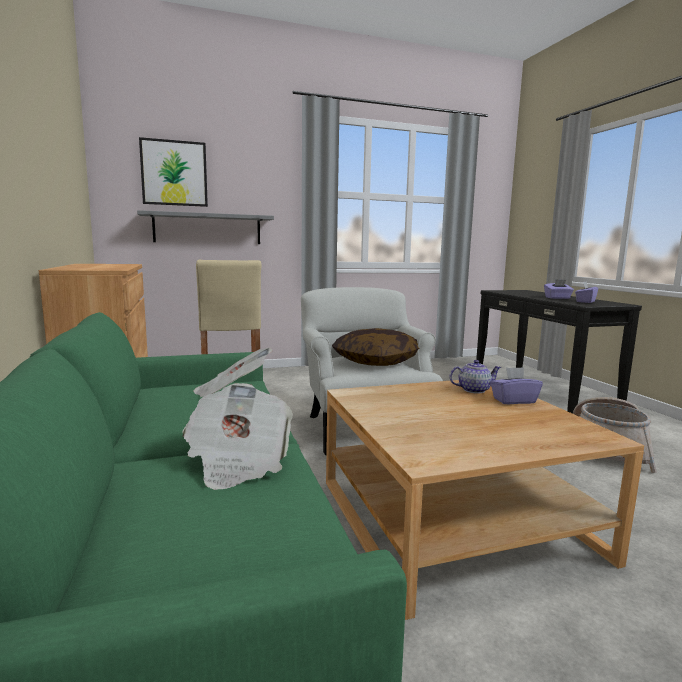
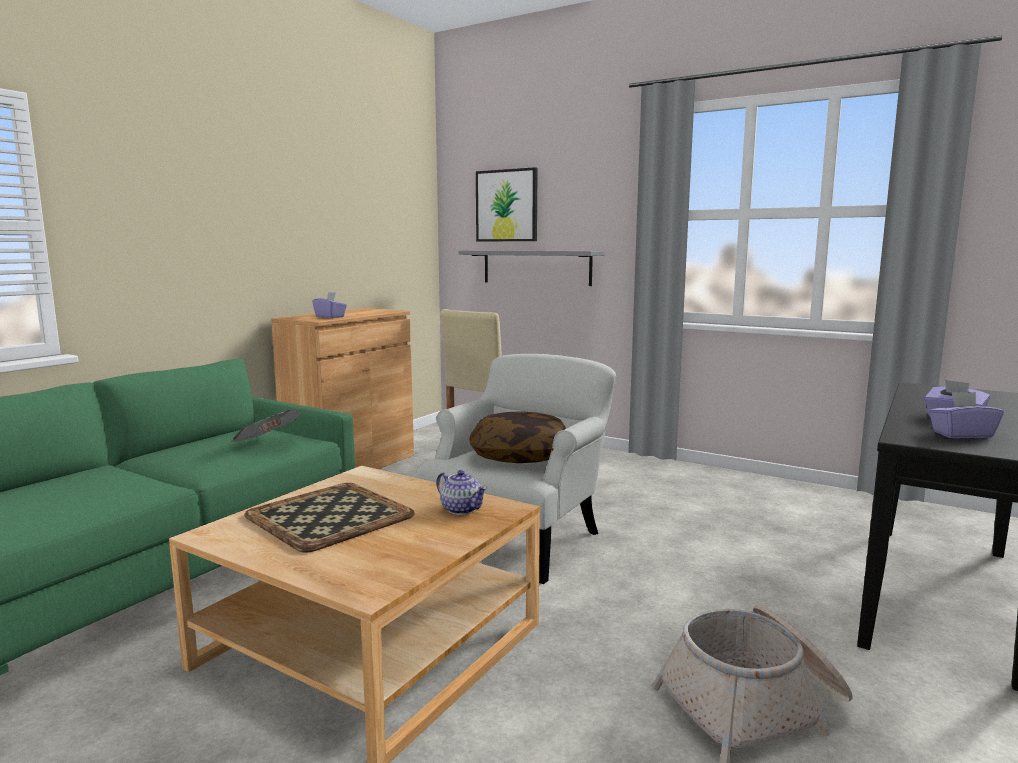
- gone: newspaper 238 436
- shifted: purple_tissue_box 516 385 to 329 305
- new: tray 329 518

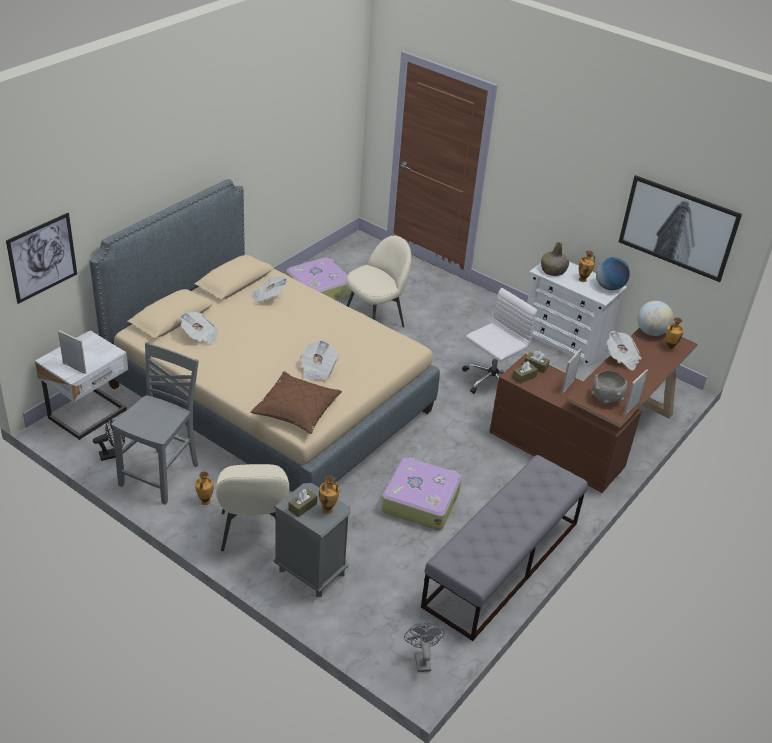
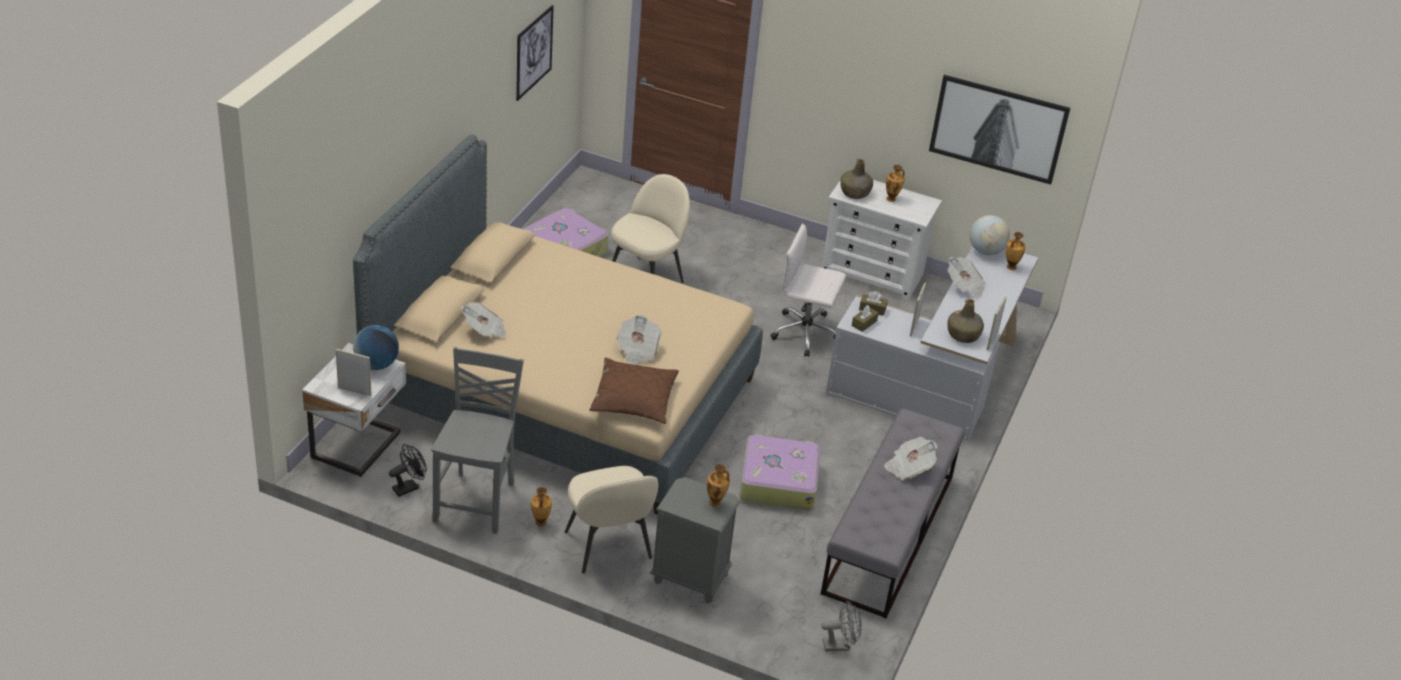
- shifted: picture 41 258 to 535 53
- shifted: newspaper 269 289 to 911 459
- gone: brown_tissue_box 303 503
- rotated: grey_fan 424 647 = 841 625 105 degrees clockwise
- rotated: white_office_chair 499 341 = 808 290 105 degrees counterclockwise
- repainted: brown_desk 593 410 to white_desk 932 343
- swapped: grey_bowl 609 387 to green_bottle 965 321
- shifted: globe 613 273 to 376 347

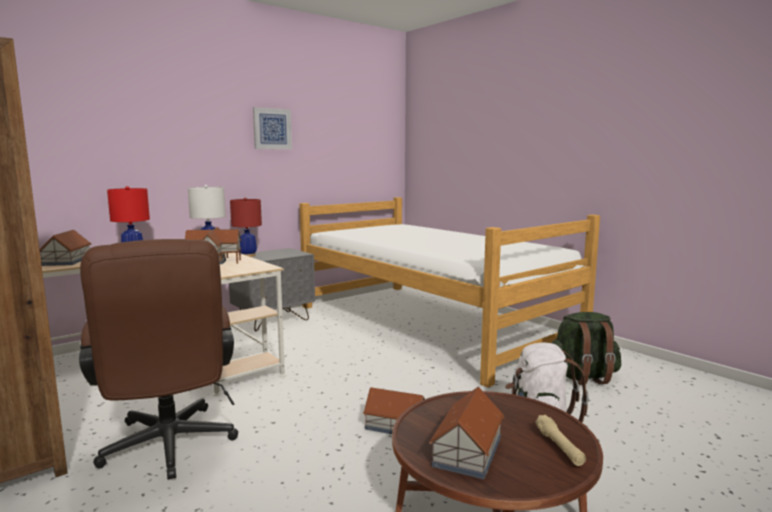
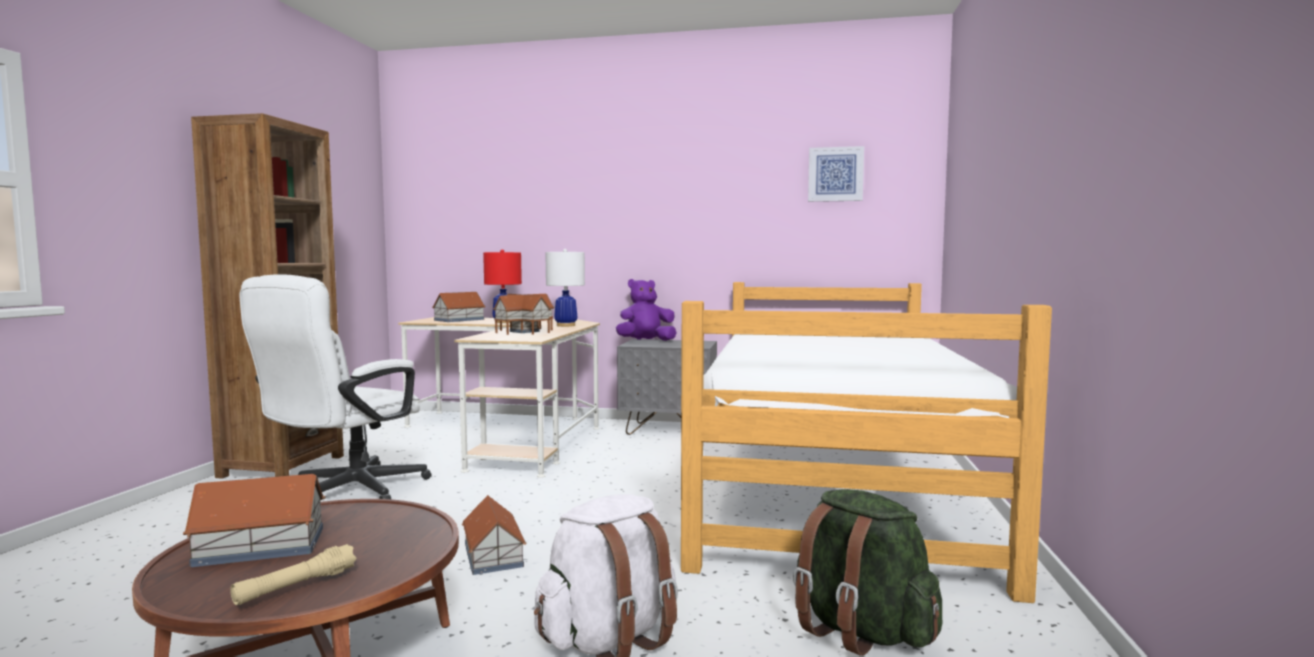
- repainted: brown_office_chair 158 359 to white_office_chair 335 386
- swapped: red_table_lamp 246 227 to purple_plush_toy 646 310
- shifted: picture 272 128 to 836 174

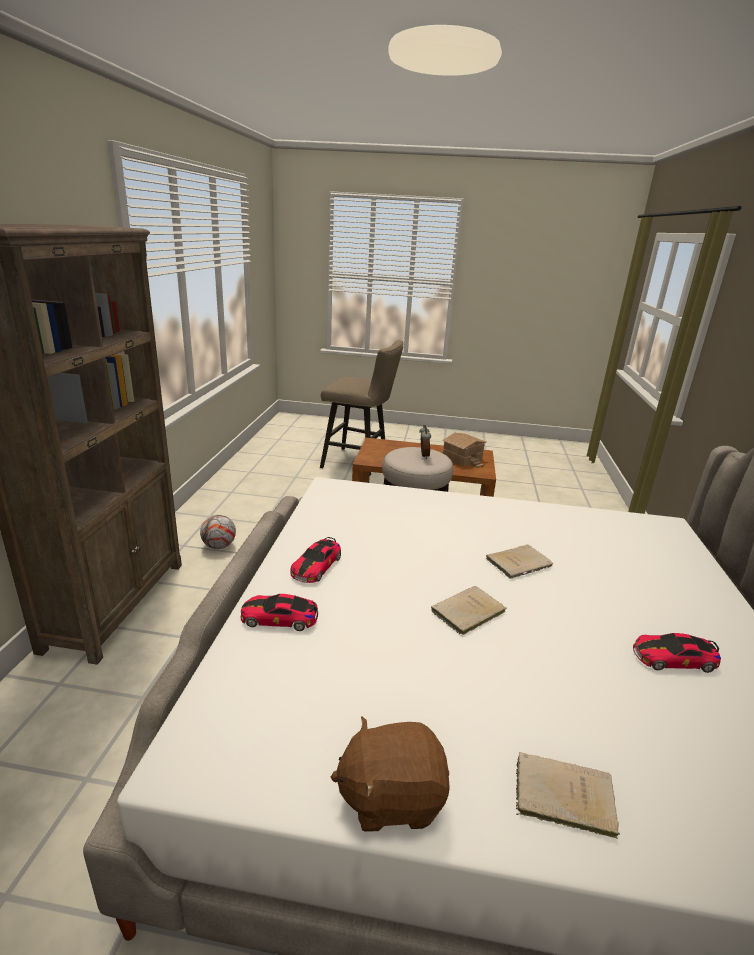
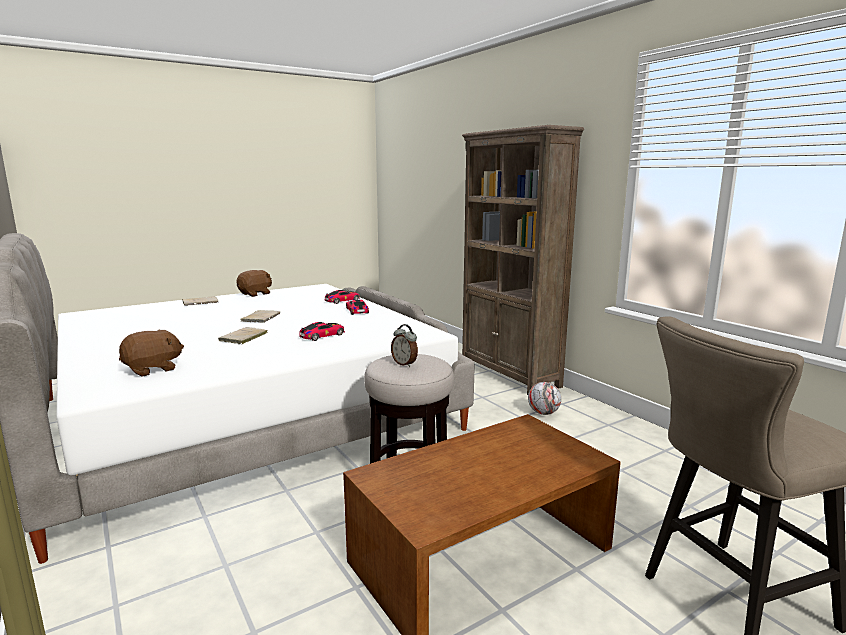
- gone: toy_house 464 450
- shifted: toy_car 677 653 to 322 331
- new: brown_plush_toy 151 353

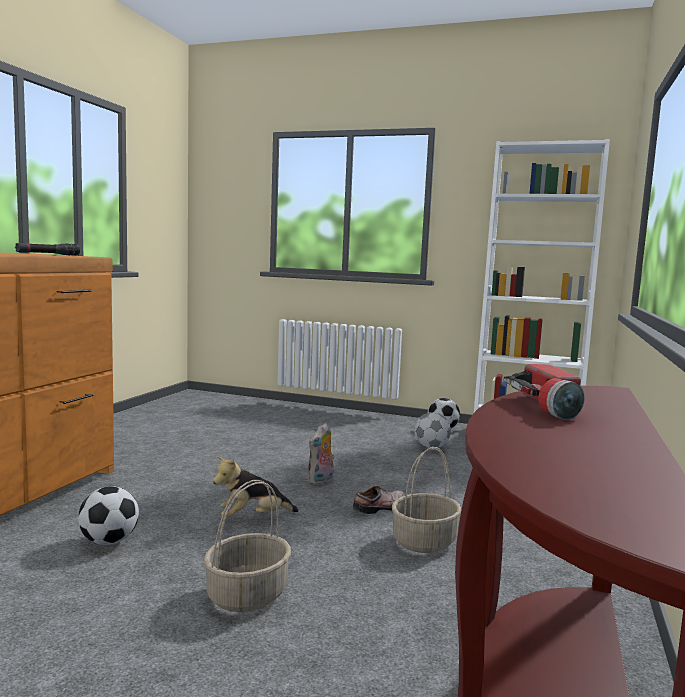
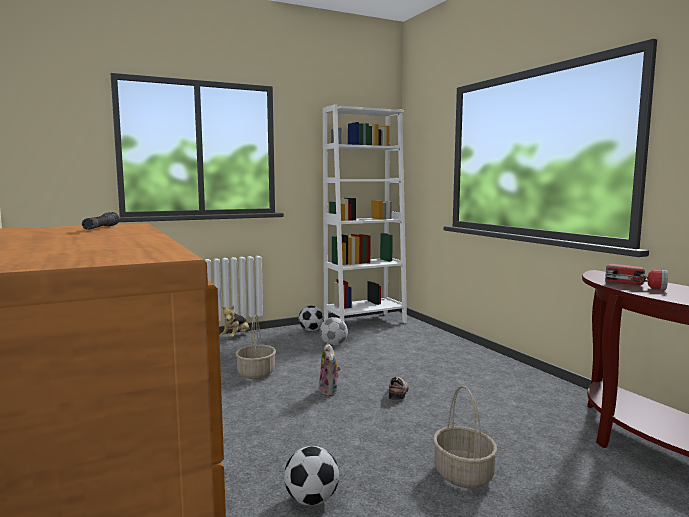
- shifted: plush_toy 255 486 to 235 321
- shifted: basket 426 500 to 255 347

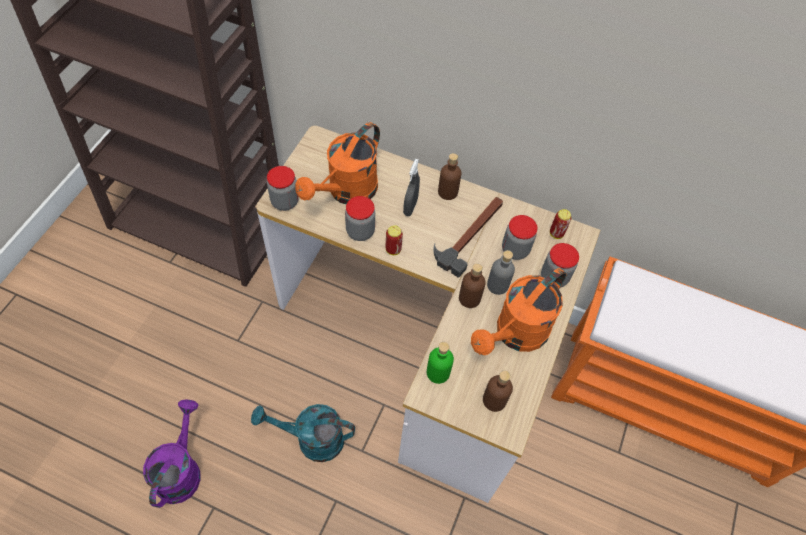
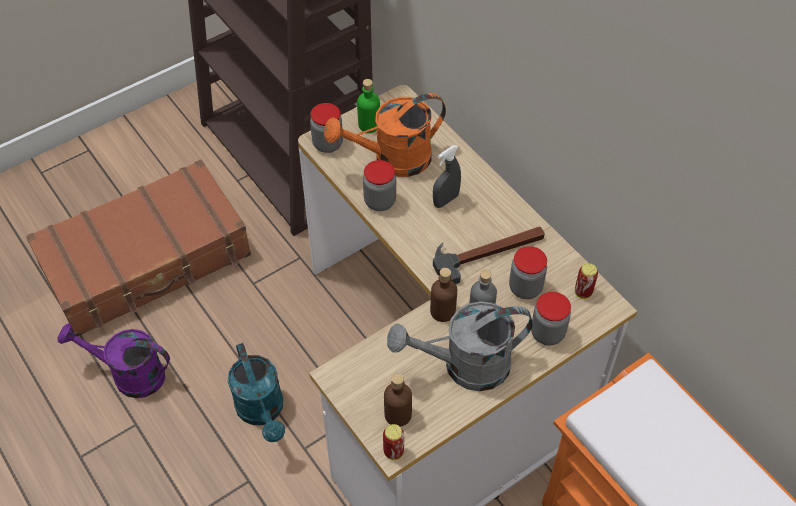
- rotated: purple_watering_can 172 453 = 113 361 120 degrees counterclockwise
- rotated: turquoise_watering_can 303 433 = 256 392 150 degrees counterclockwise
- shifted: can 394 240 to 393 442
- shifted: green_bottle 440 363 to 368 106
- gone: brown_bottle 450 176
- repainted: orange_watering_can 518 311 to grey_watering_can 460 346
- new: brown_suitcase 138 248

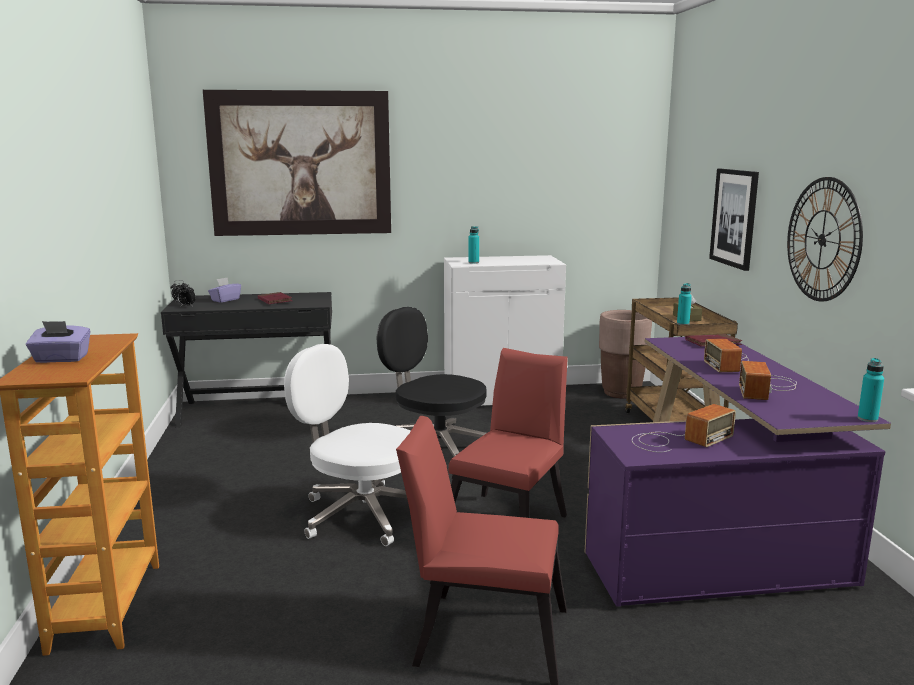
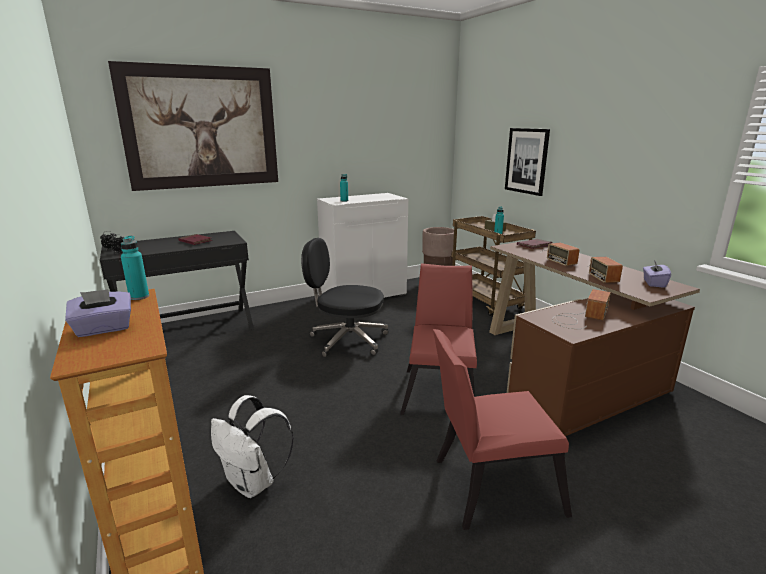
- shifted: purple_tissue_box 224 290 to 657 274
- gone: white_office_chair 347 445
- repainted: purple_desk 738 472 to brown_desk 594 339
- gone: wall_clock 825 239
- shifted: turquoise_bottle 870 390 to 135 268
- new: white_backpack 252 446

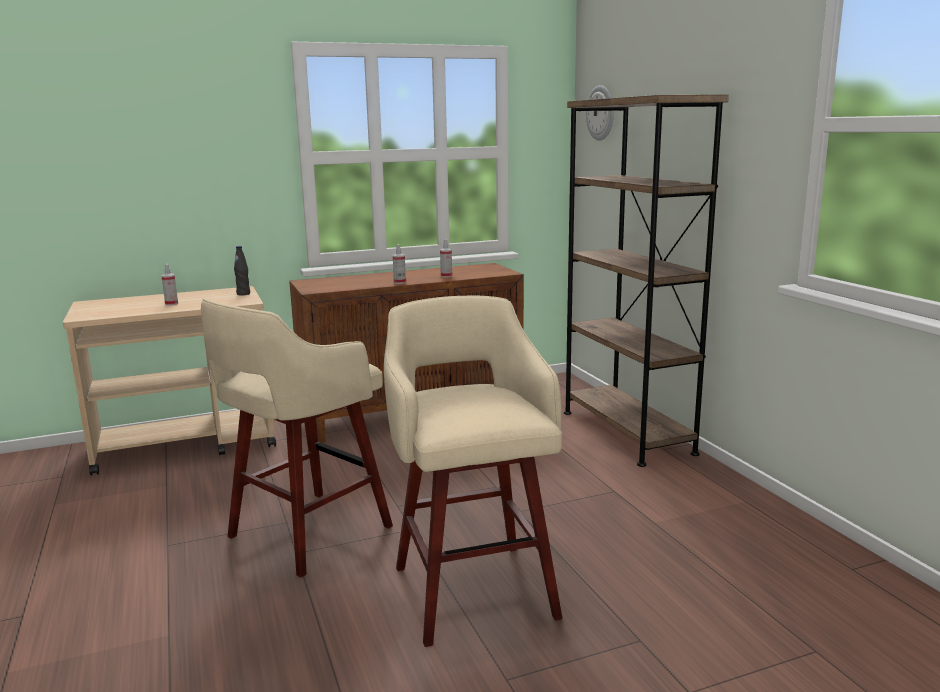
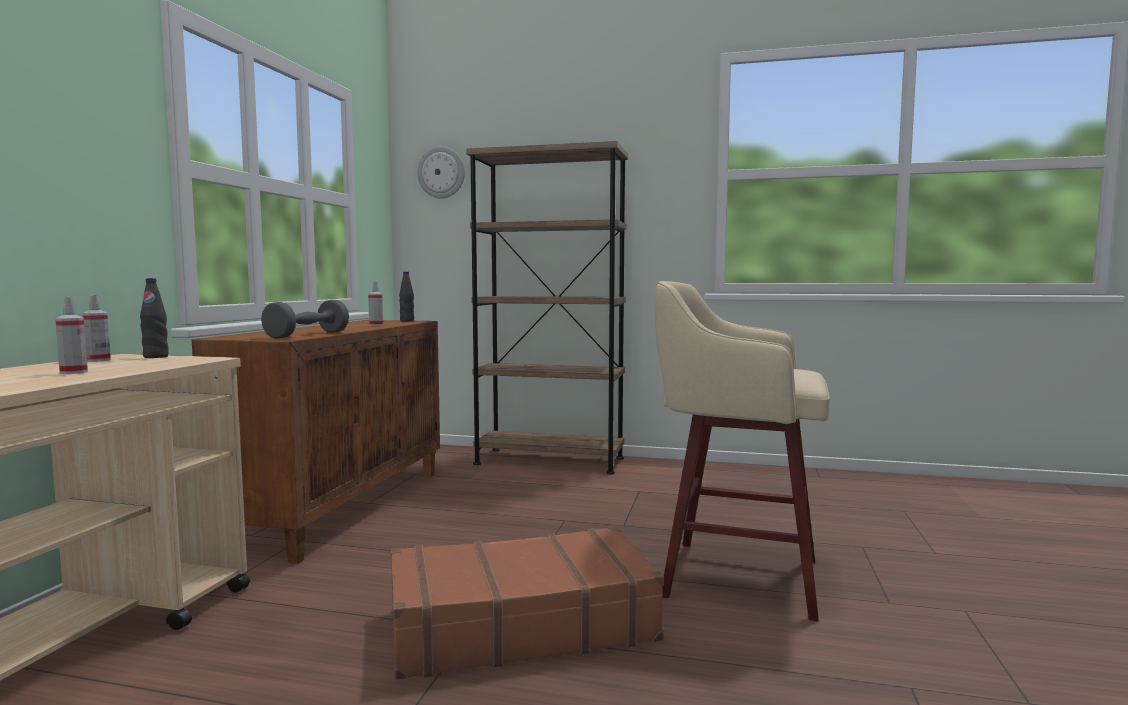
- swapped: beige_stool 297 438 to brown_suitcase 527 603
- shifted: spray_bottle 399 264 to 96 328
- new: grey_dumbbell 305 319
- new: black_bottle 406 296

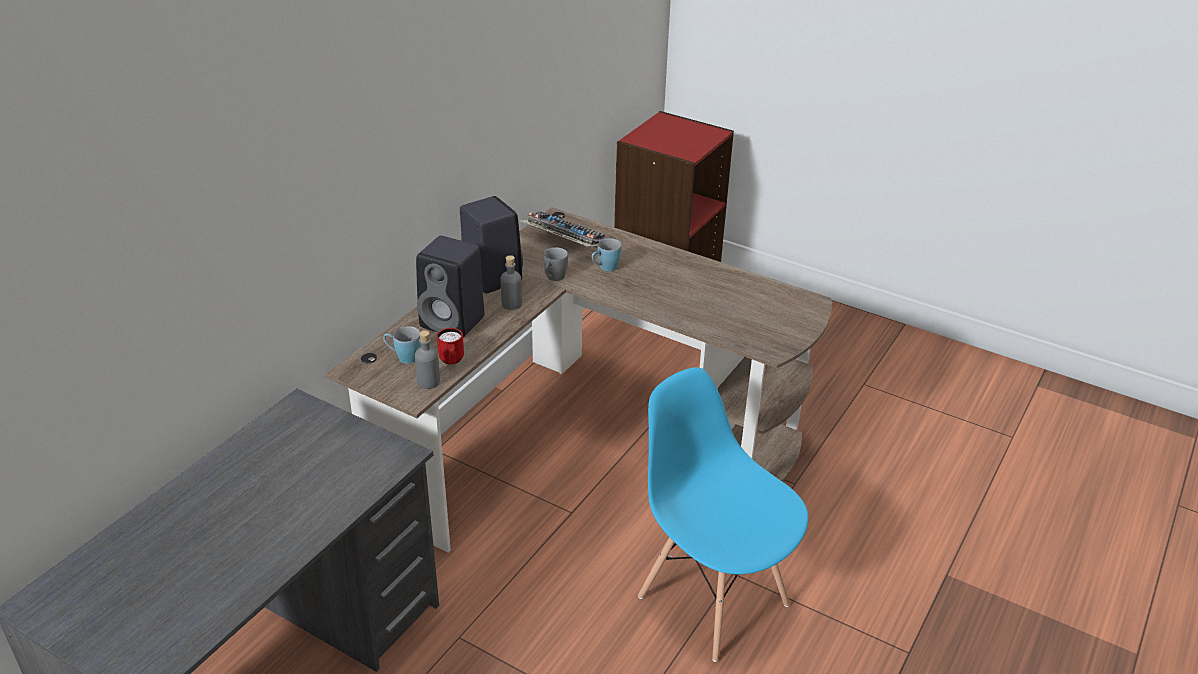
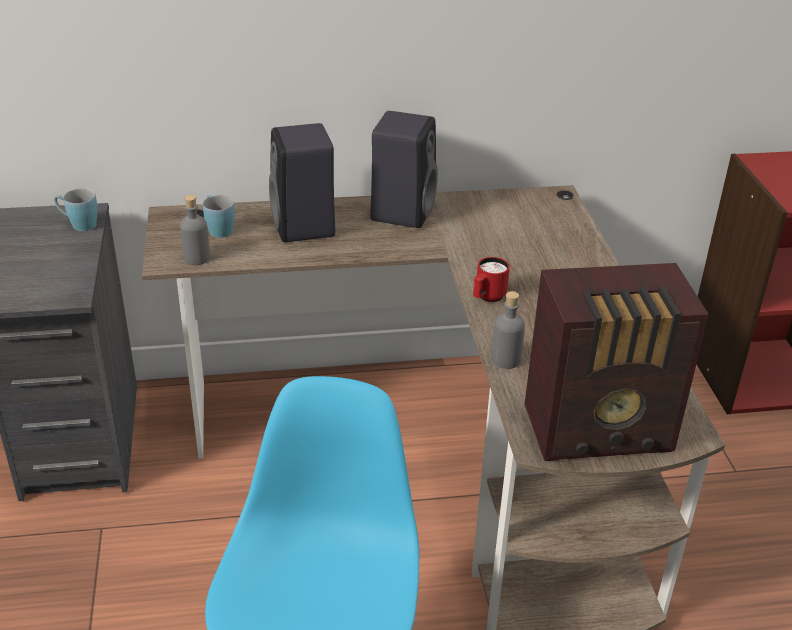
- shifted: red_mug 450 346 to 491 279
- shifted: grey_bottle 511 282 to 508 330
- gone: keyboard 562 229
- gone: grey_mug 556 264
- shifted: blue_mug 606 254 to 75 209
- new: radio 617 362

